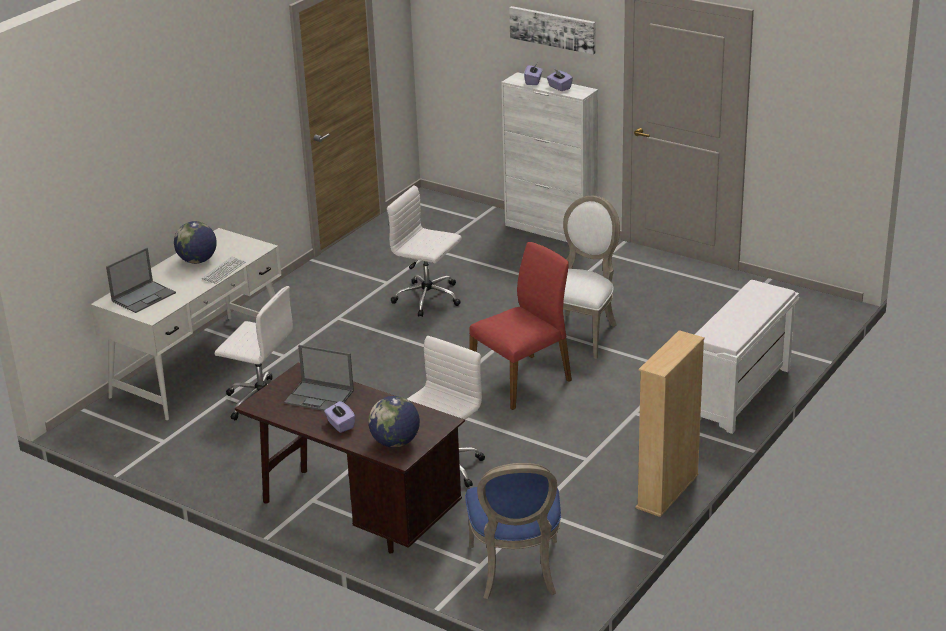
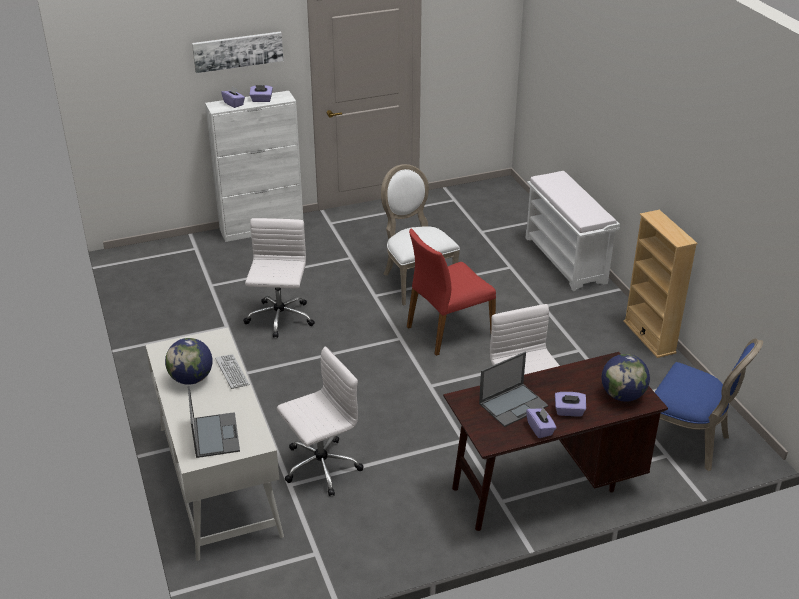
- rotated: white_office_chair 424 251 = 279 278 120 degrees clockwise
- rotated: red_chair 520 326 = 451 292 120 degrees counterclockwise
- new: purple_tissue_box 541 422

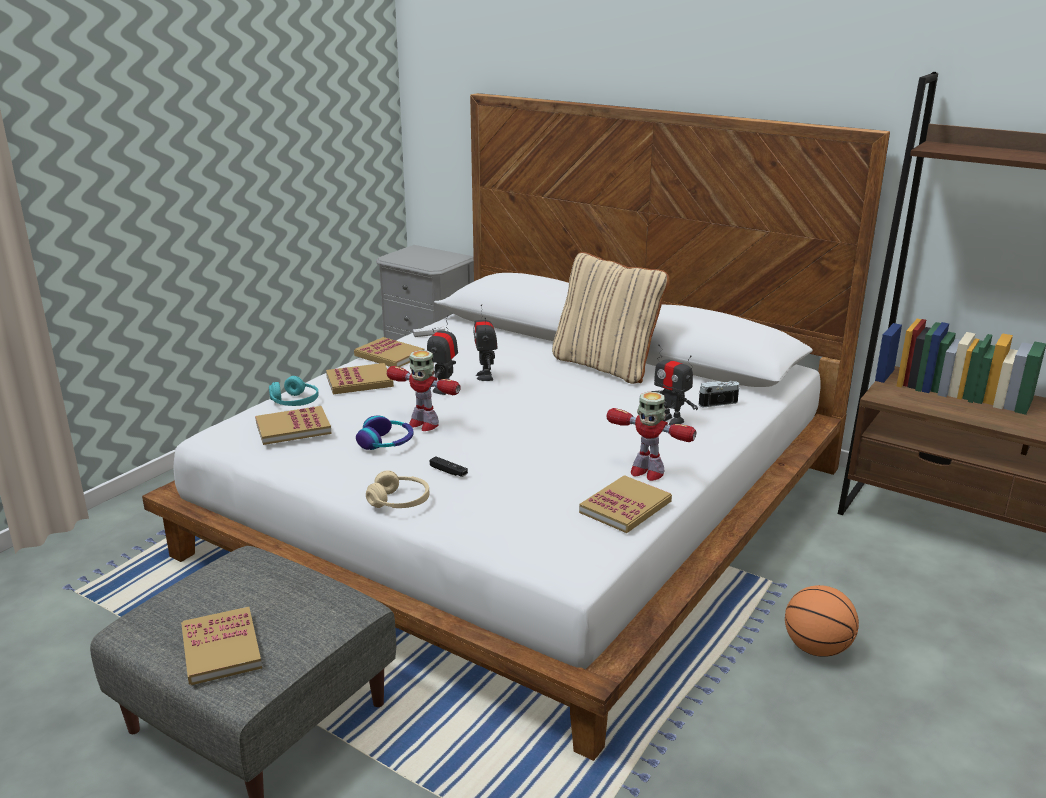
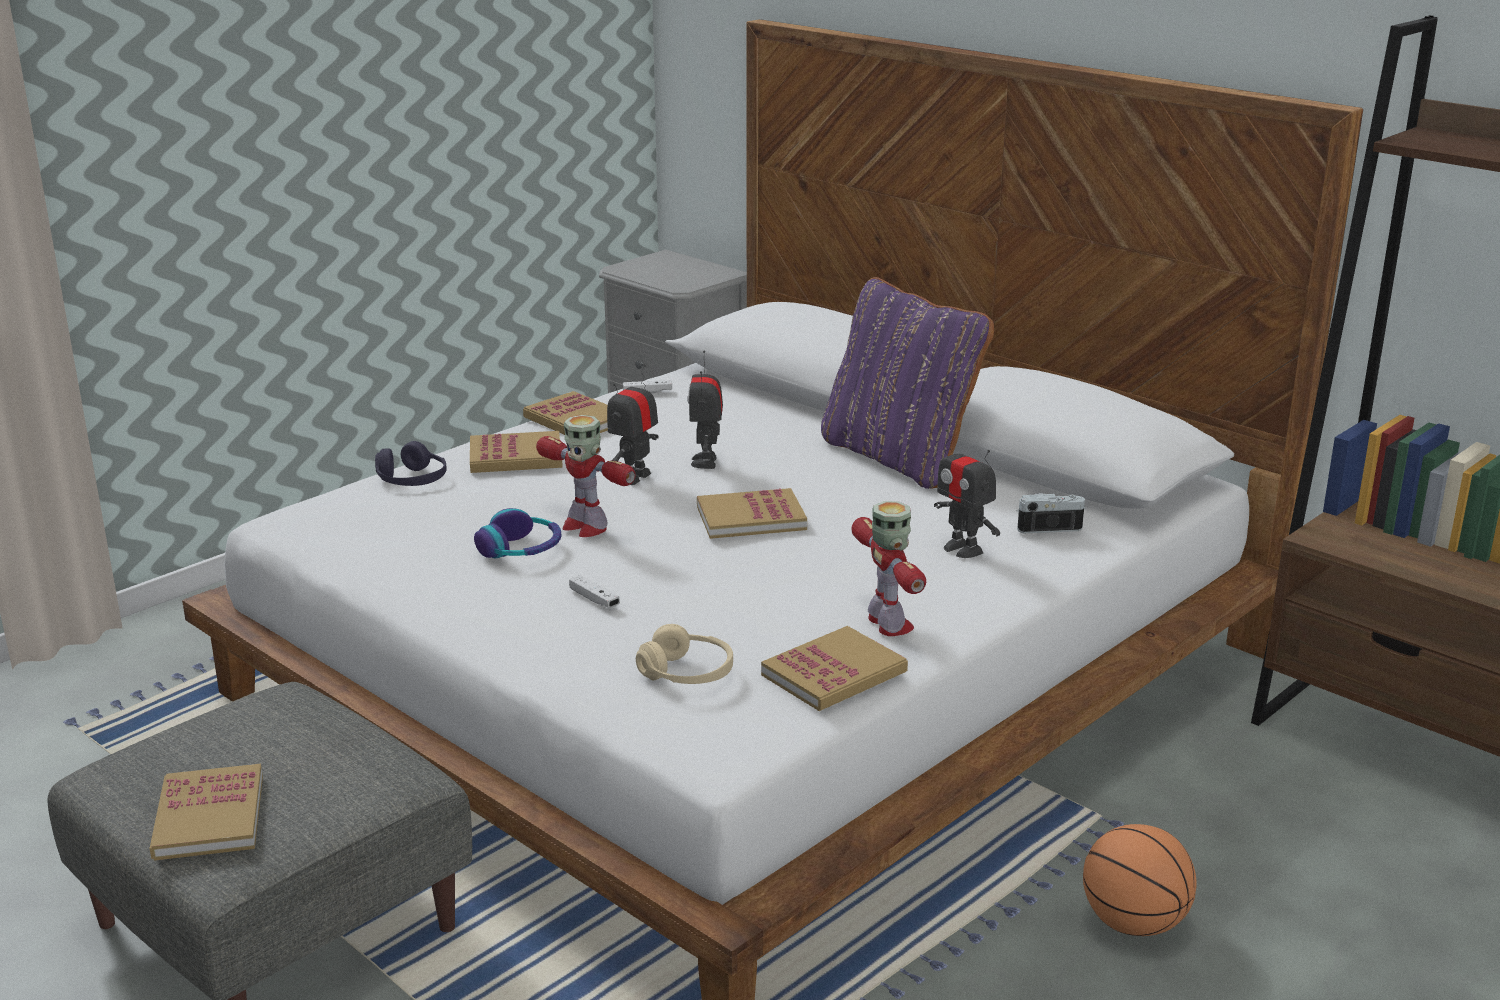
- shifted: book 293 425 to 752 513
- repainted: turquoise_headphones 294 391 to purple_headphones 411 463
- shifted: beige_headphones 397 489 to 684 654
- repainted: black_game_controller 449 466 to white_game_controller 594 591
- repainted: beige_pillow 610 318 to purple_pillow 907 383
- rotated: toy_robot 651 436 = 888 568 150 degrees counterclockwise

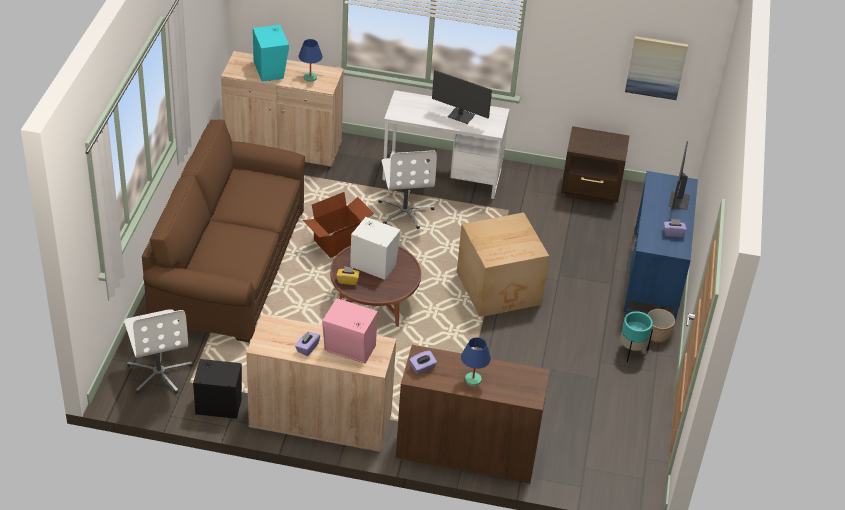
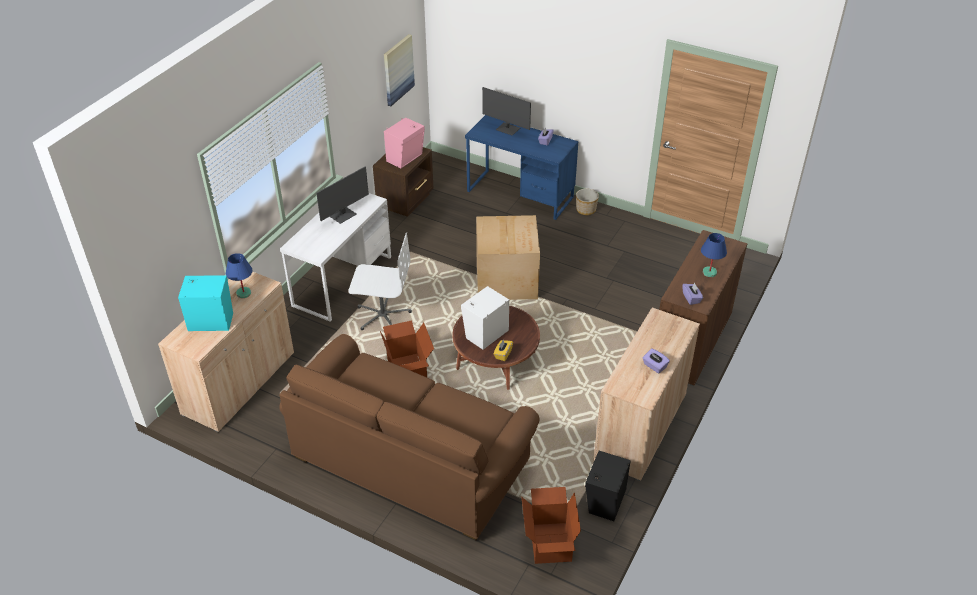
- swapped: white_office_chair 158 351 to cardboard_box 551 525
- shifted: pink_speaker 350 331 to 404 142
- gone: turquoise_planter 636 336

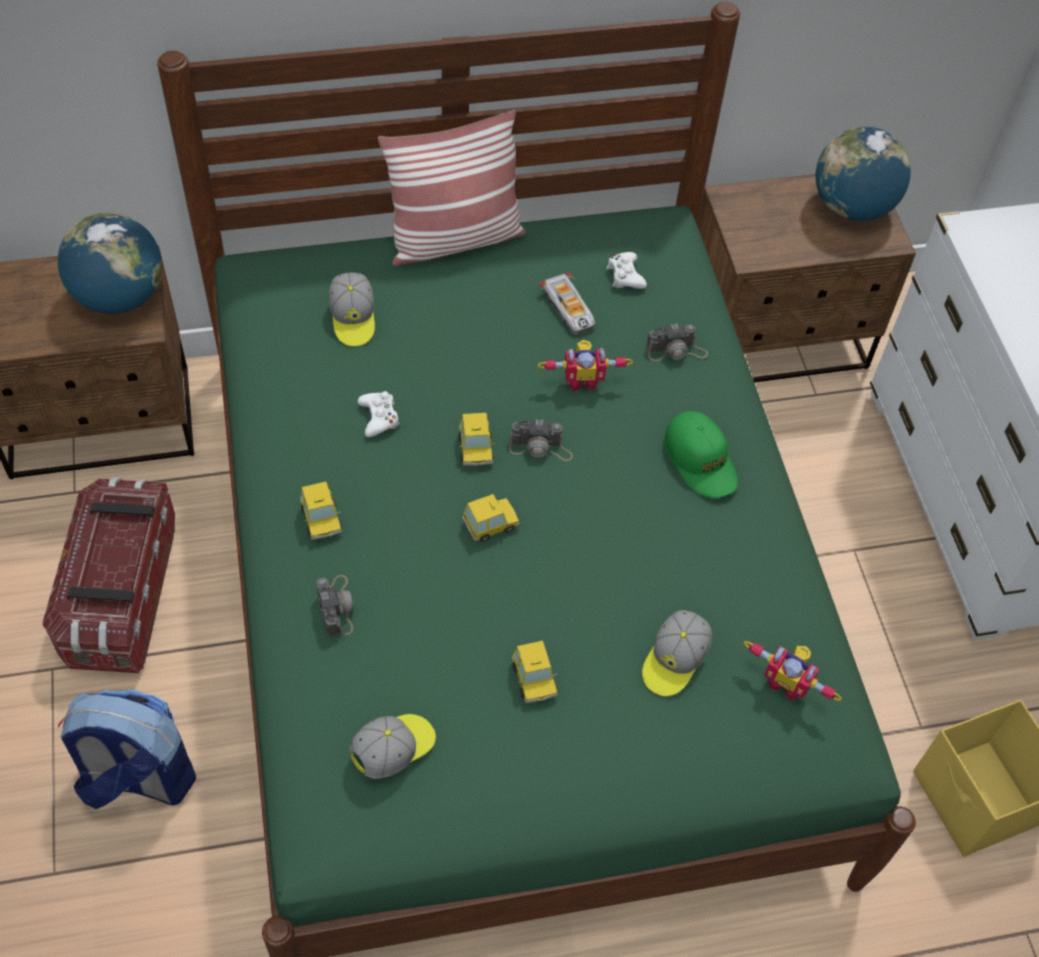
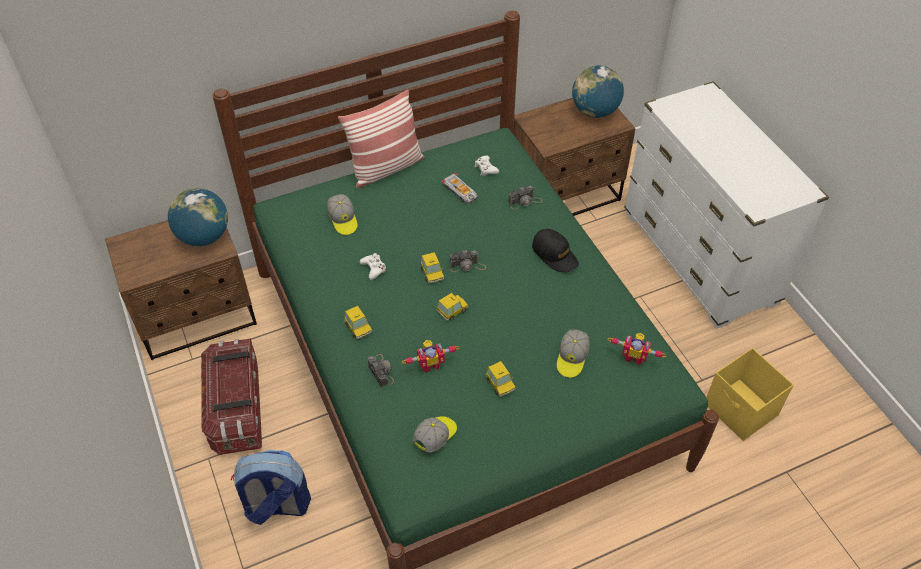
- shifted: toy_robot 585 365 to 431 356
- repainted: green_cap 701 454 to black_cap 555 250

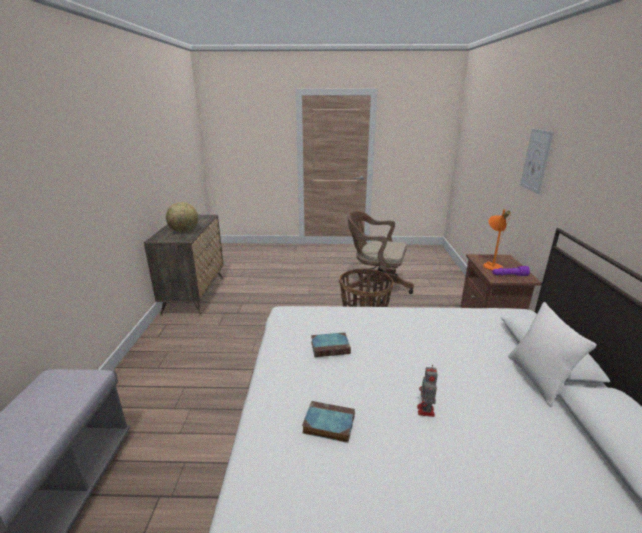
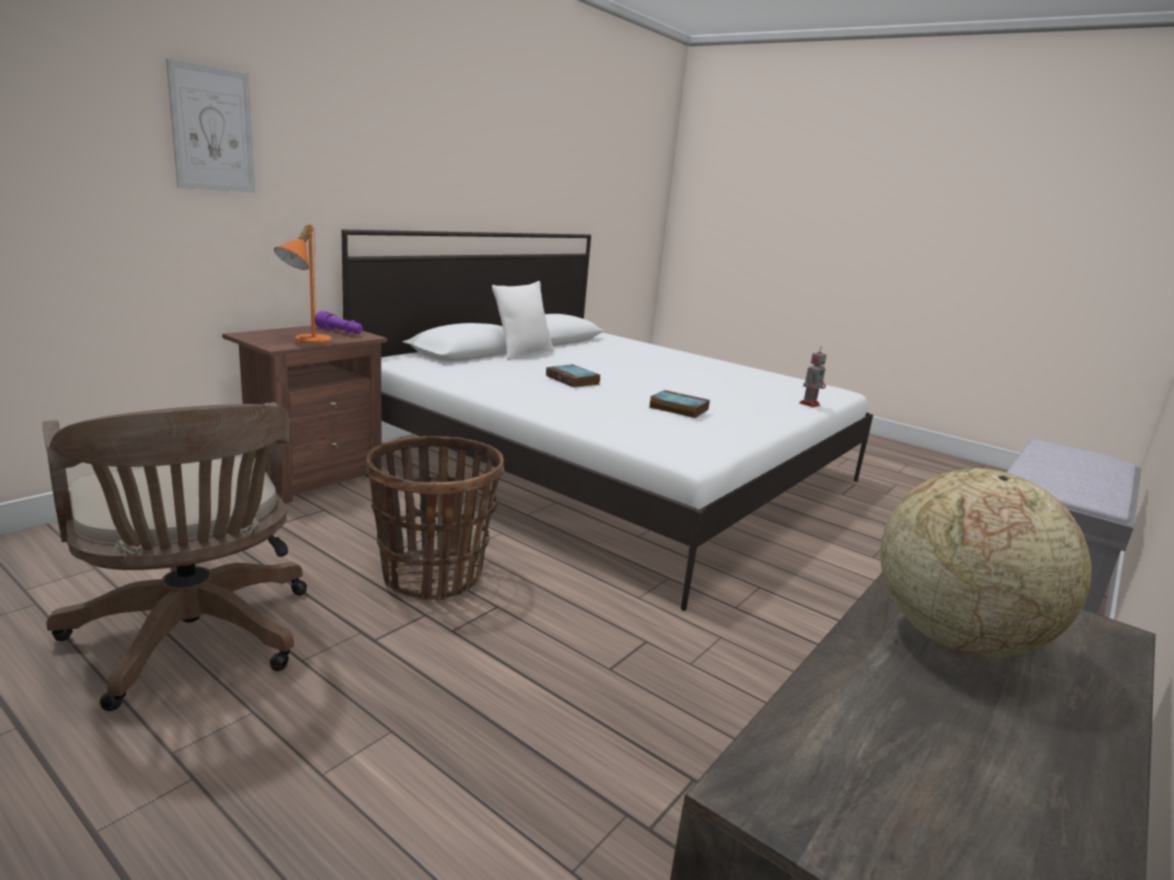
- shifted: book 328 422 to 573 375
- shifted: toy_robot 427 390 to 813 376

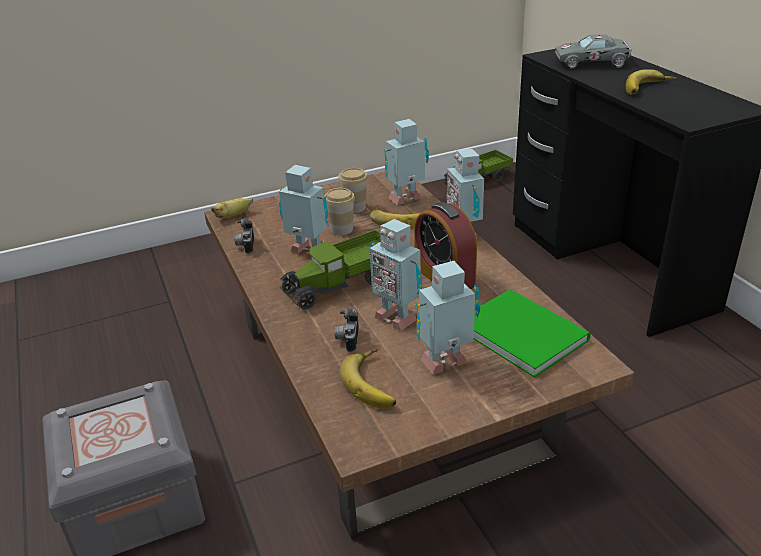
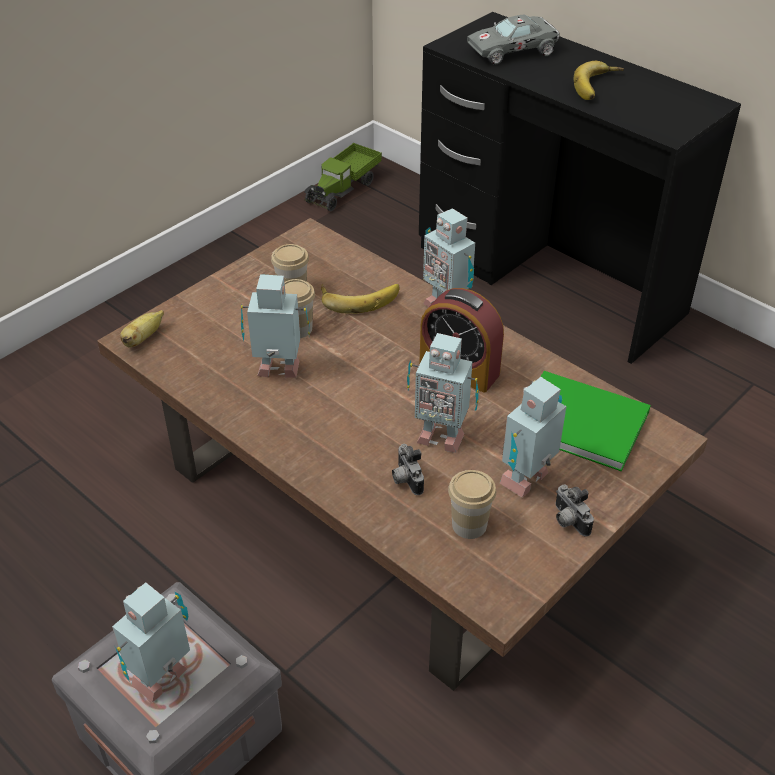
- shifted: photo_camera 244 236 to 574 510
- gone: toy_truck 330 270
- swapped: banana 368 379 to cup 472 504
- shifted: toy_robot 406 162 to 151 642

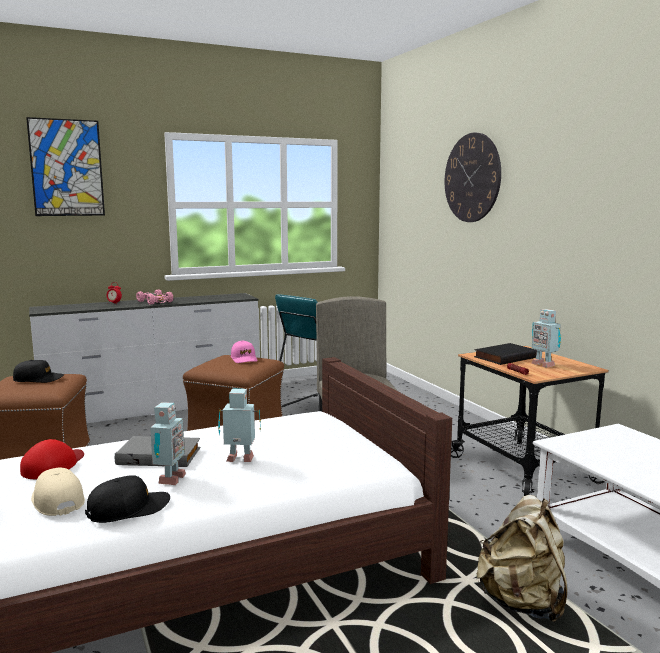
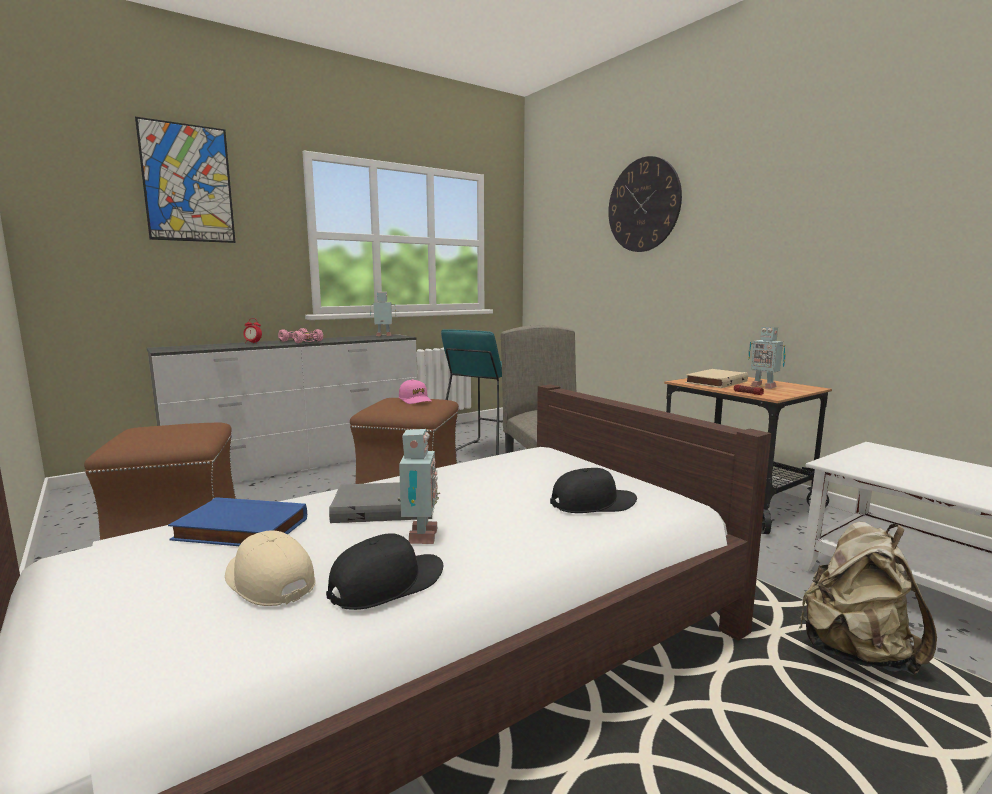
- shifted: black_cap 38 371 to 593 490
- swapped: red_cap 52 459 to blue_book 237 521
- shifted: toy_robot 239 425 to 383 314
- repainted: black_book 505 354 to beige_book 716 378

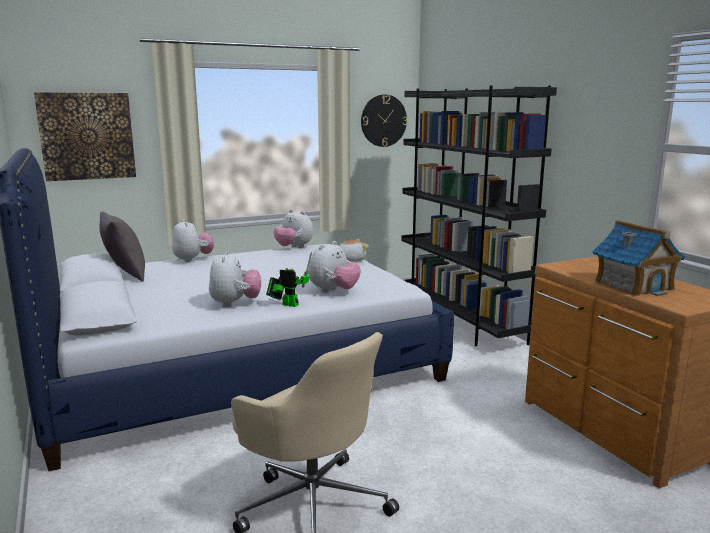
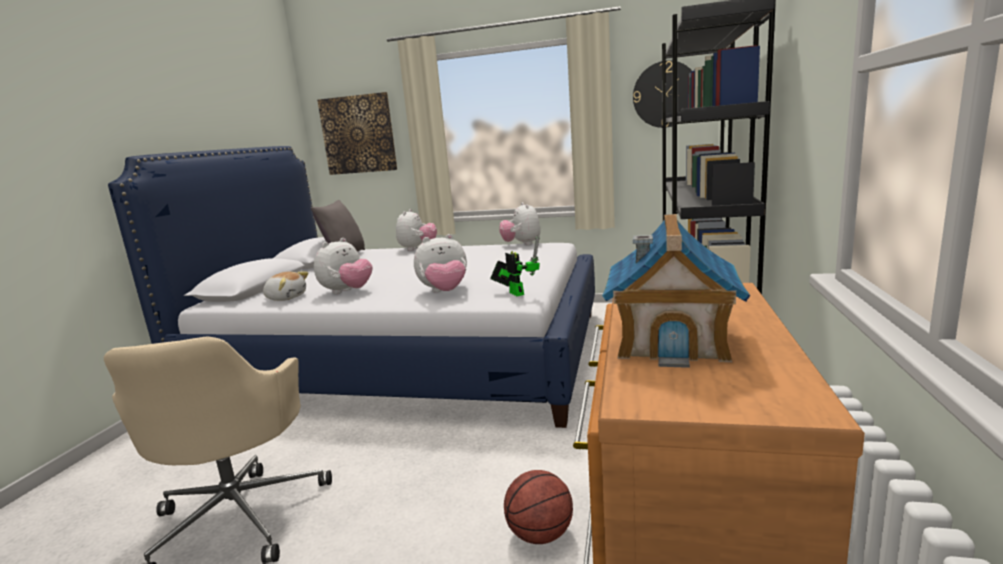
- shifted: toy_robot 289 279 to 515 265
- shifted: plush_toy 354 250 to 286 286
- new: basketball 538 507

